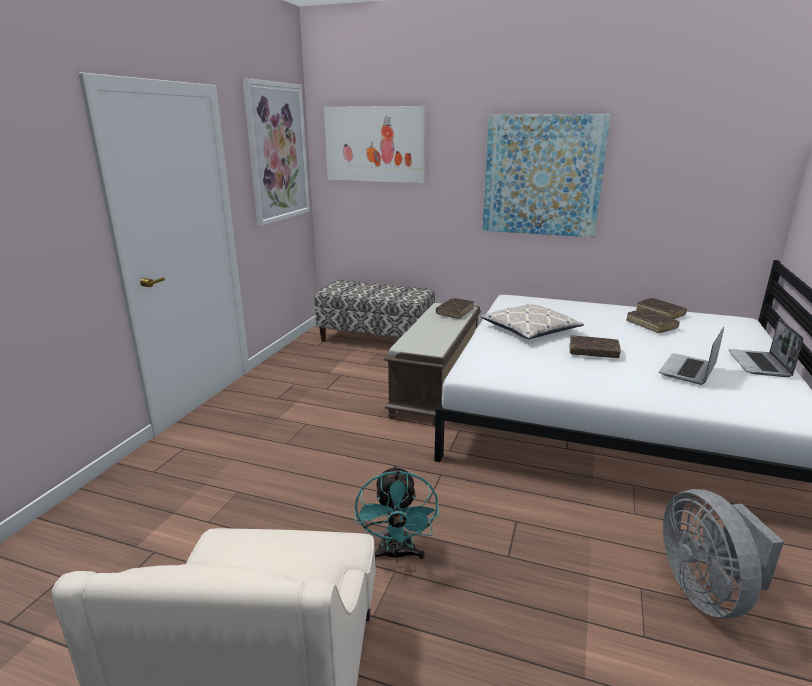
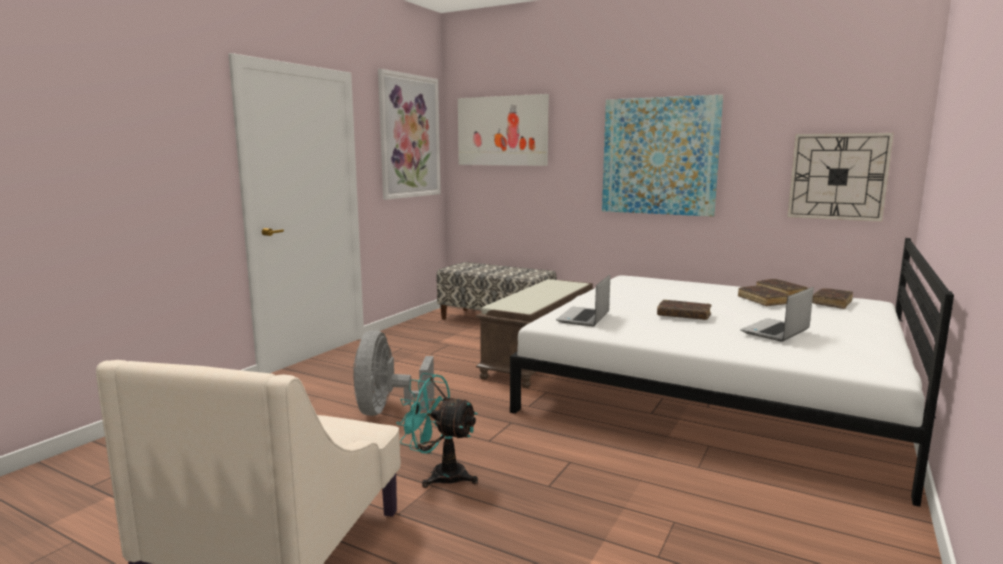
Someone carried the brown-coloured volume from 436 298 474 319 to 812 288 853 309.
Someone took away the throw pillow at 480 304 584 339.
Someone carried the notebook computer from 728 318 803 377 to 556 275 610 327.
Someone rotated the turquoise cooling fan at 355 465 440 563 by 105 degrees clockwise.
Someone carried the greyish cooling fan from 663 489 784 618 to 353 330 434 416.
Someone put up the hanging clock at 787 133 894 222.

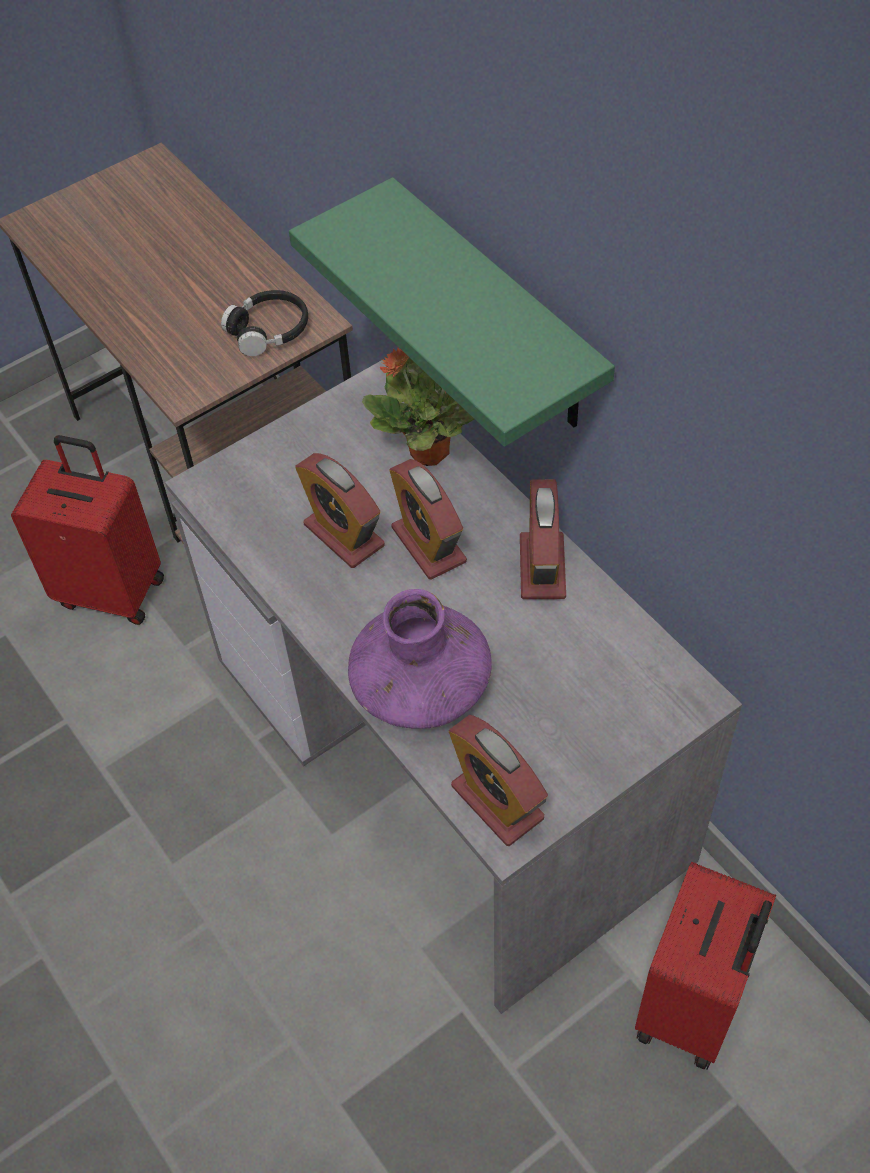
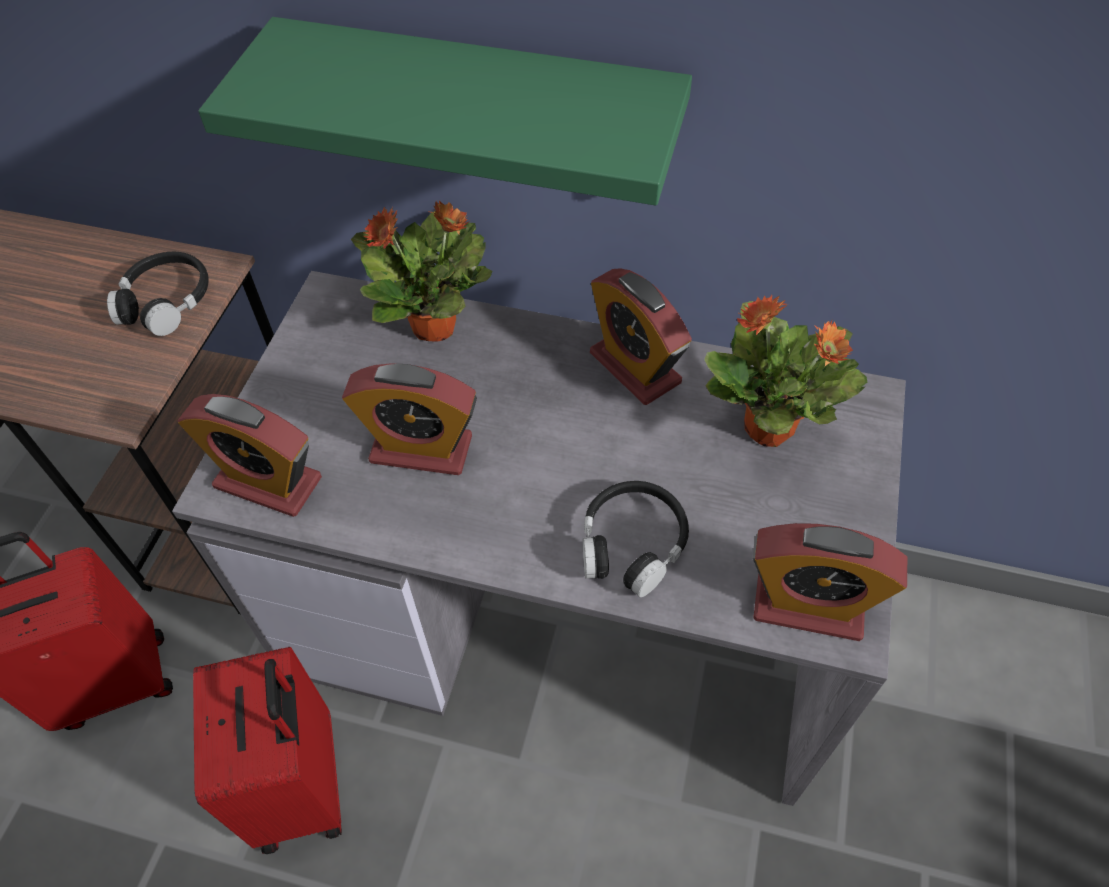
Someone carried the bedside clock from 390 459 467 580 to 178 394 322 517.
Someone swapped the purple-coloured vase at 348 589 492 729 for the black-coloured headset at 583 481 689 597.
Someone carried the red-coloured travel case from 635 862 776 1070 to 193 647 342 854.
Someone put down the potted plant at 704 295 867 447.

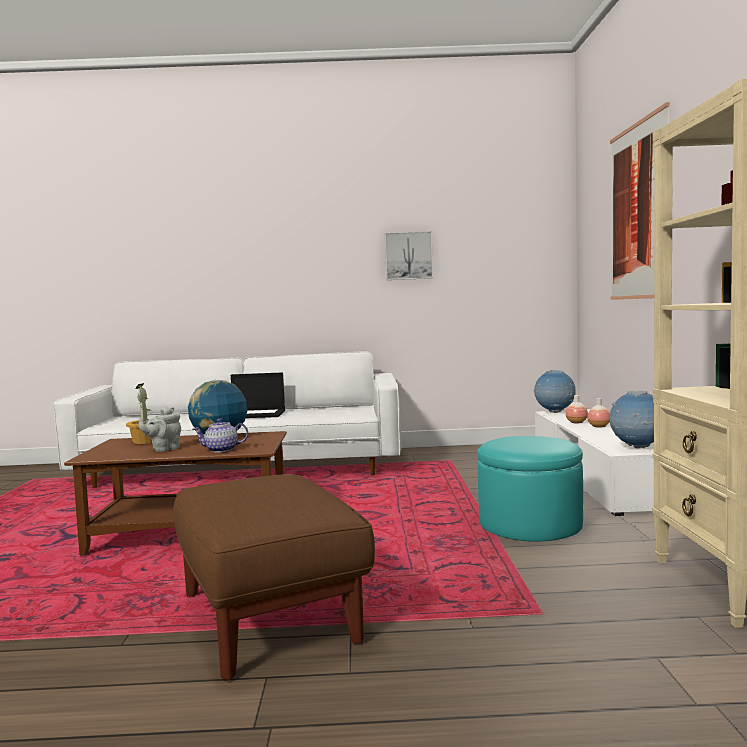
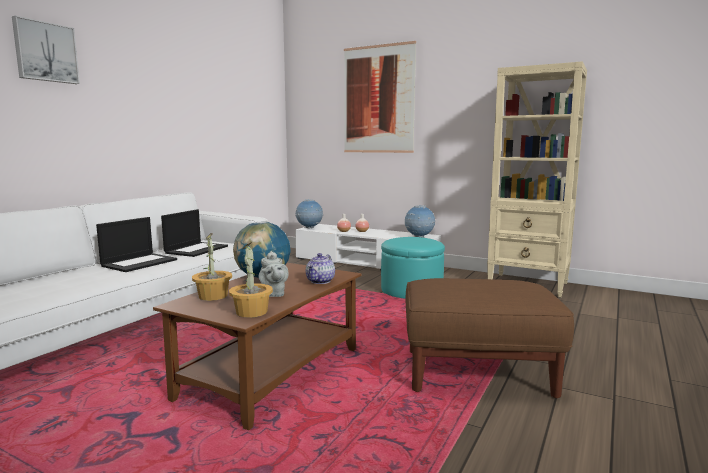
Someone carried the wall art from 385 231 433 280 to 12 16 80 84.
Someone put down the notebook computer at 161 209 228 257.
Someone put down the potted plant at 229 242 273 318.

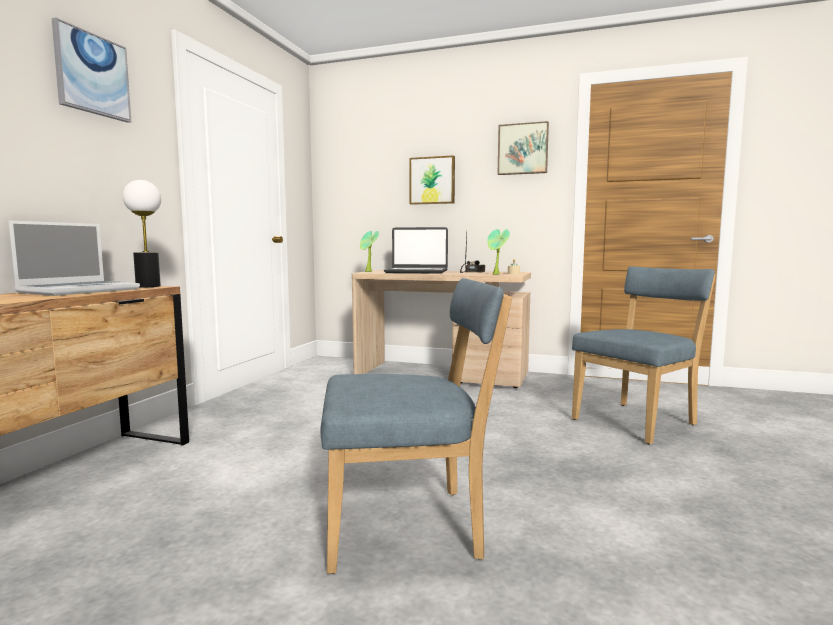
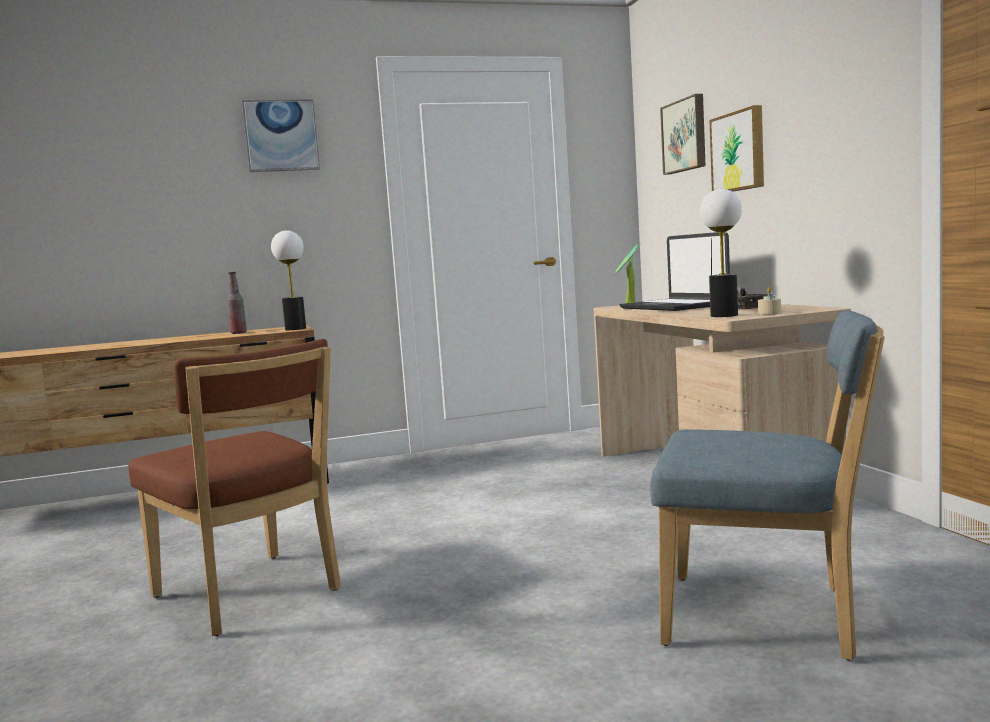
Someone carried the wall art from 498 121 549 175 to 660 94 706 175.
Someone swapped the notebook computer at 8 220 140 296 for the drink bottle at 227 272 247 334.
Someone swapped the potted plant at 488 229 510 275 for the tabletop lamp at 700 189 742 317.
Someone repainted the bluish chair at 320 278 513 574, which became the brown-coloured chair at 128 339 341 636.

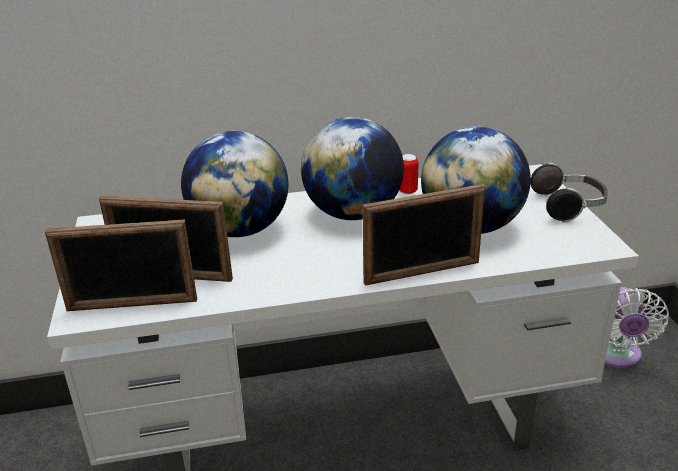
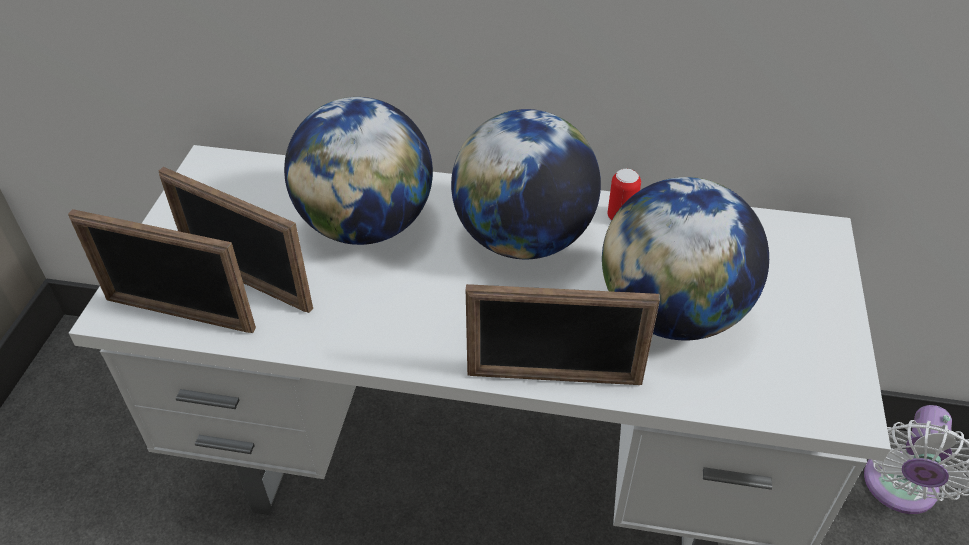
Someone took away the headset at 531 162 608 223.

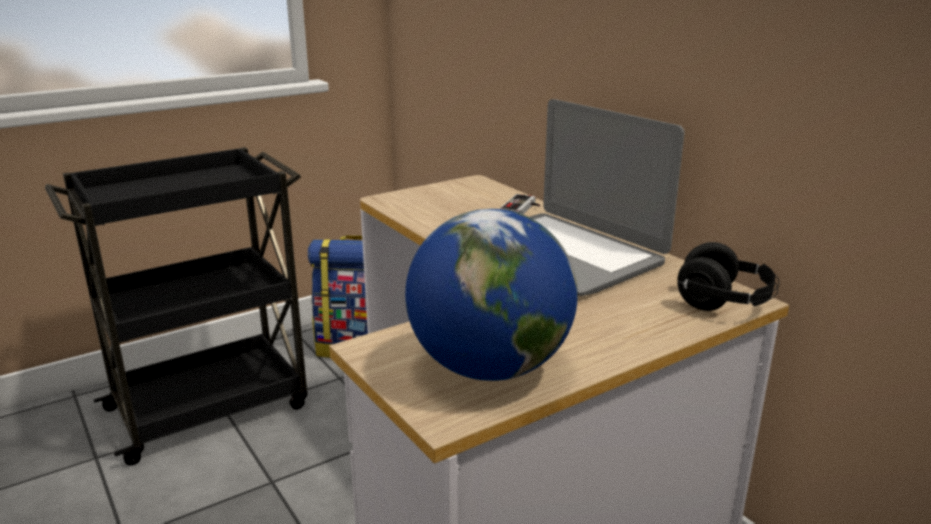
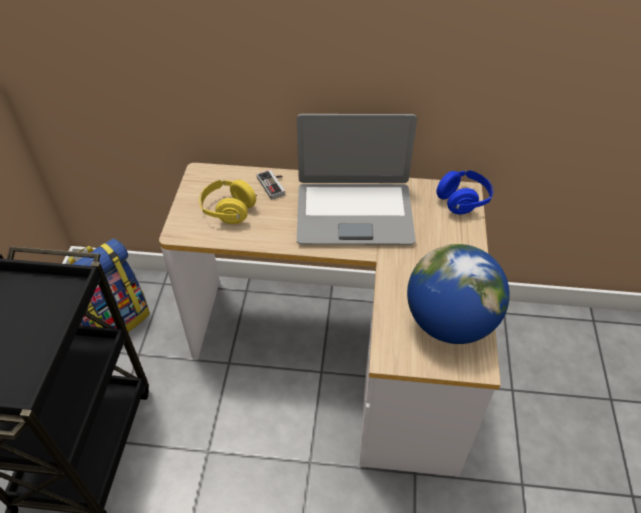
Someone repainted the black-coloured headset at 677 242 780 311, which became the bluish headset at 436 170 493 215.
Someone put down the yellow headset at 199 180 257 224.

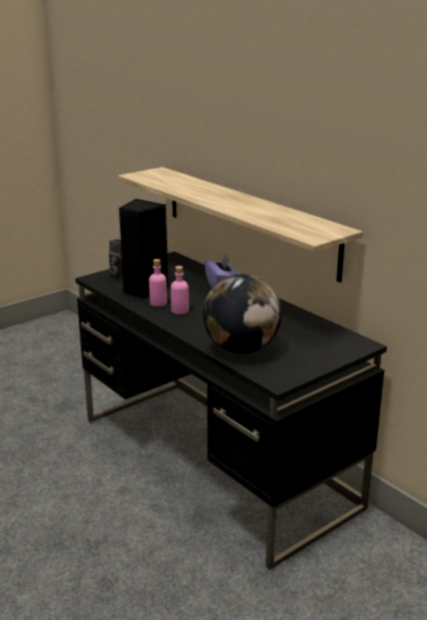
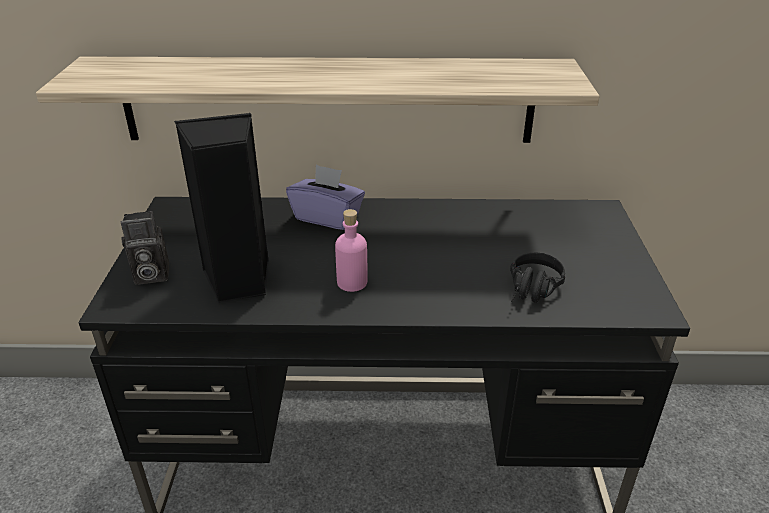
Someone took away the pink drink bottle at 149 259 167 307.
Someone swapped the world globe at 203 274 282 354 for the black-coloured headset at 510 253 565 303.

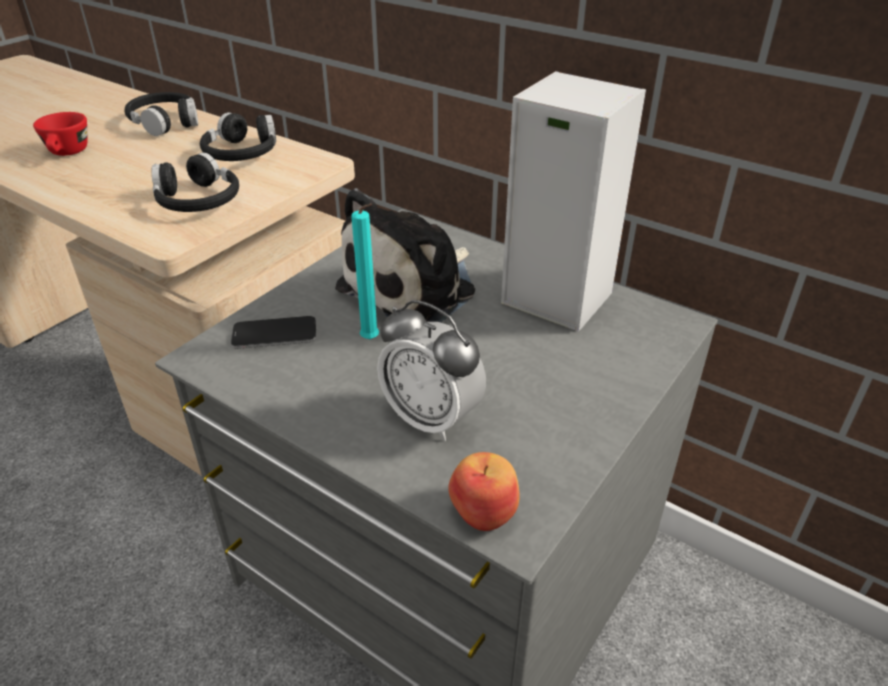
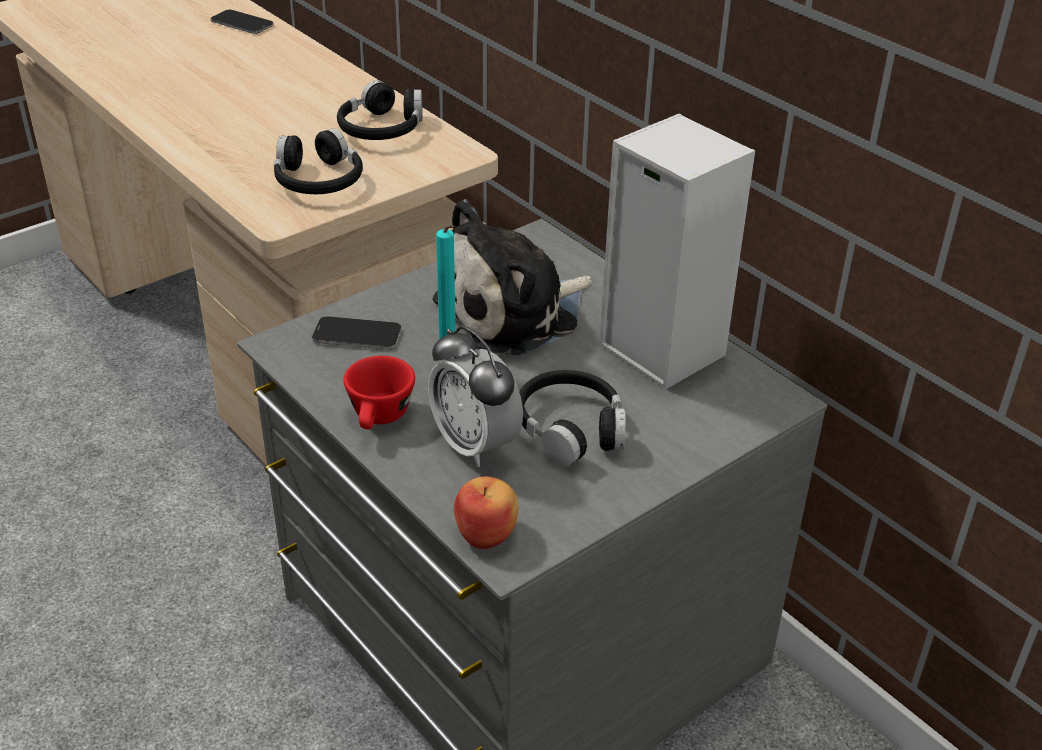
Someone carried the black-coloured headset from 124 92 198 136 to 519 370 626 466.
Someone carried the red-coloured small cup from 33 112 87 156 to 344 356 415 429.
Someone put down the telephone at 211 10 274 34.

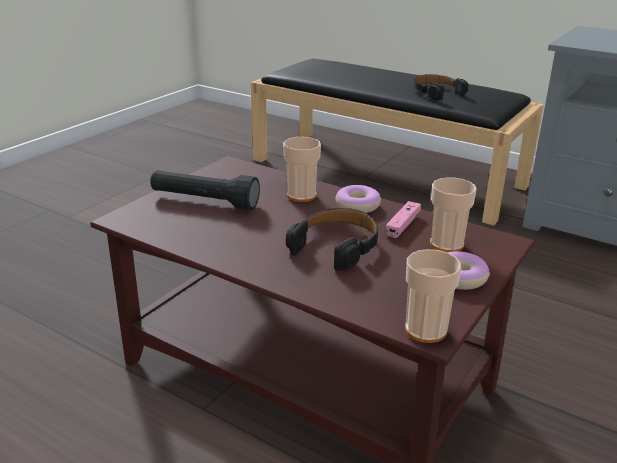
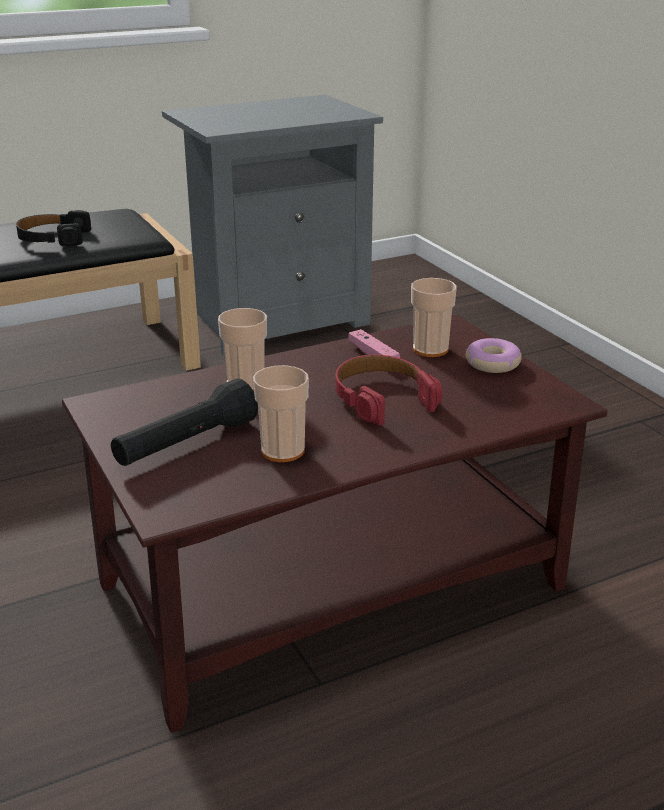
Someone took away the ring doughnut at 335 185 381 213.
Someone repainted the black-coloured headset at 286 208 378 271, which became the red-coloured headset at 335 355 442 426.
Someone carried the small cup from 405 249 461 343 to 253 365 309 462.

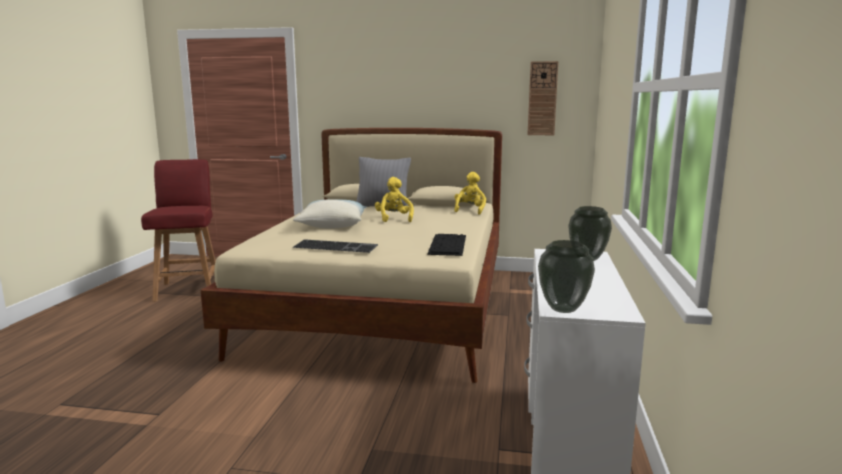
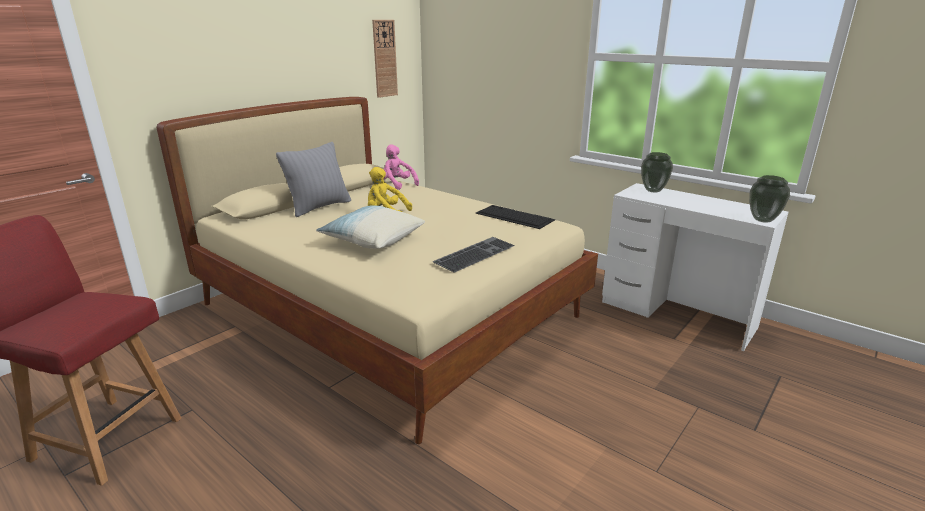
Someone repainted the yellow soft toy at 454 172 486 215, which became the pink soft toy at 384 144 419 190.

